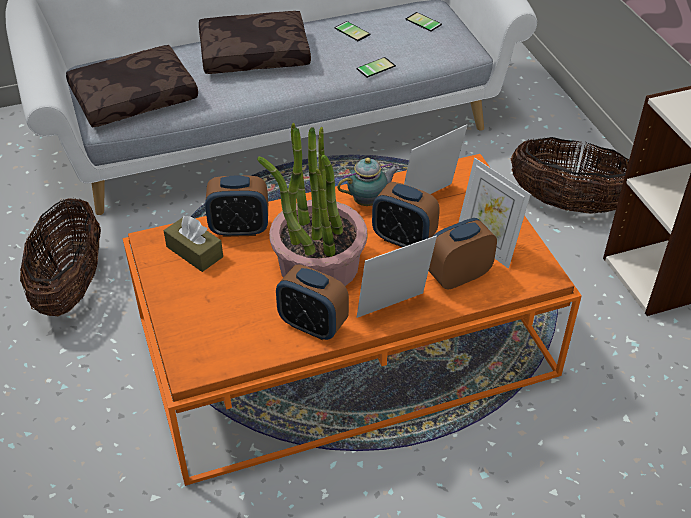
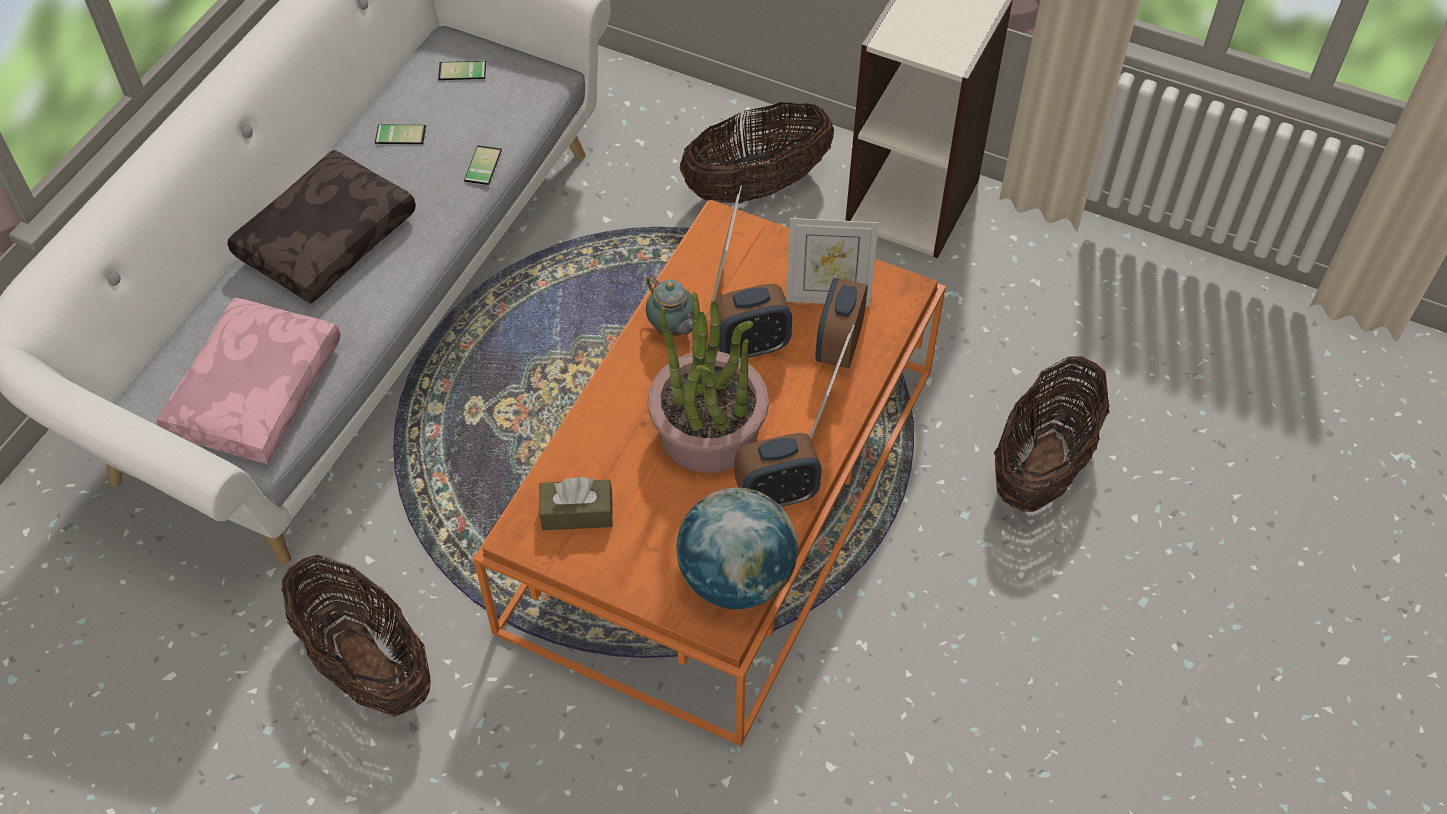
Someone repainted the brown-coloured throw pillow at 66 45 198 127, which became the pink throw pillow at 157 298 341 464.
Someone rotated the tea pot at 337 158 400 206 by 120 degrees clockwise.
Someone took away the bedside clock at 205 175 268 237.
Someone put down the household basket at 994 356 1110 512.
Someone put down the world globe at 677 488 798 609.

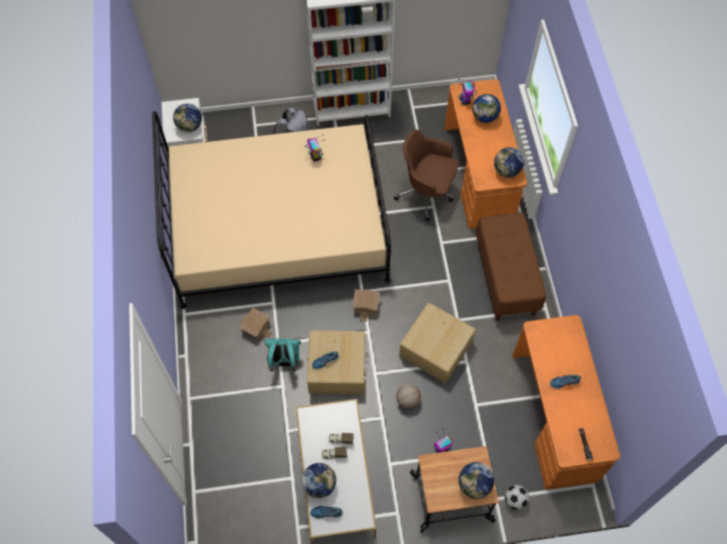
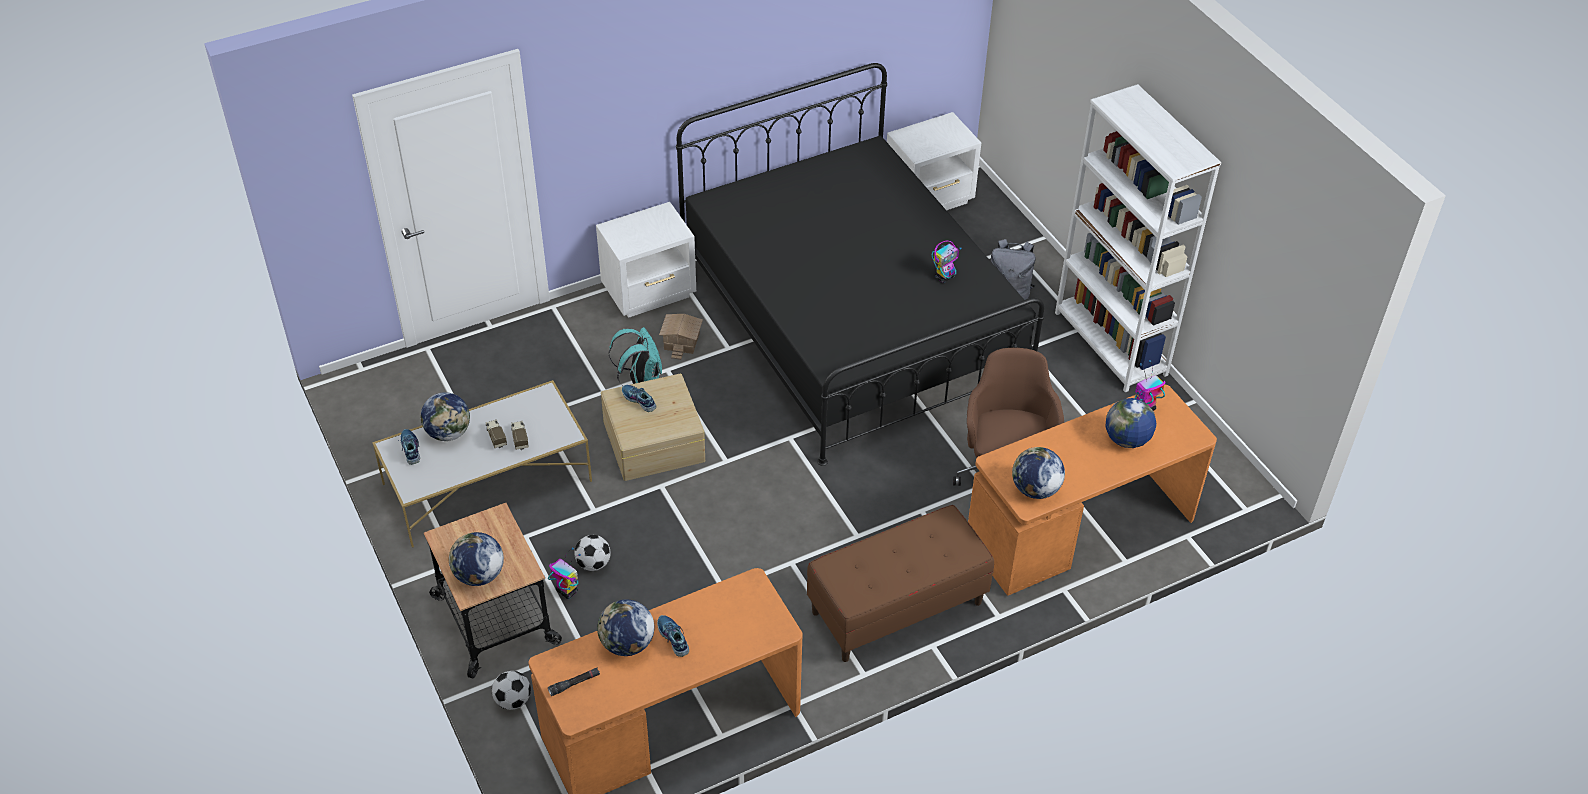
Someone carried the world globe from 173 103 202 132 to 597 599 654 656.
Someone repainted the sand-coloured bed at 152 111 391 309, which became the black-coloured bed at 676 63 1044 466.
Someone took away the miniature house at 352 289 380 322.
Someone took away the sand-coloured storage container at 399 303 476 383.
Someone took away the basketball ball at 396 384 421 409.
Someone put down the white-coloured night table at 596 202 696 318.
Someone put down the ball for football at 574 535 611 571.

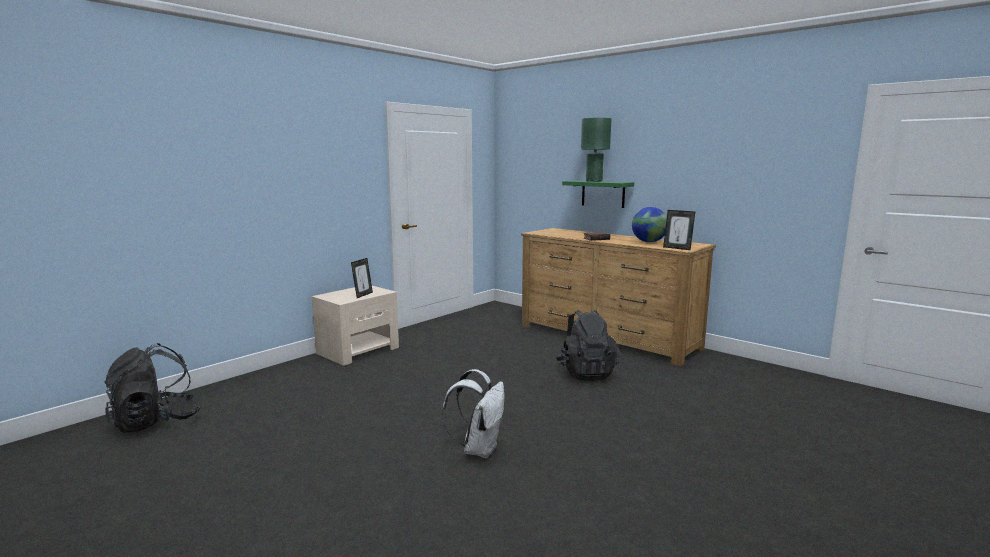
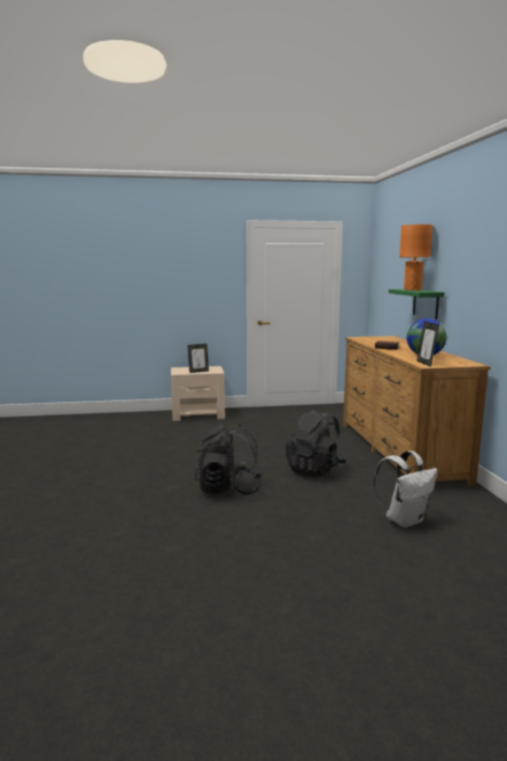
Someone repainted the green tabletop lamp at 581 118 612 182, which became the orangey tabletop lamp at 400 224 433 291.
Someone carried the black-coloured rucksack from 105 343 200 433 to 195 425 262 495.
Someone carried the white-coloured rucksack from 442 369 504 458 to 374 451 438 528.

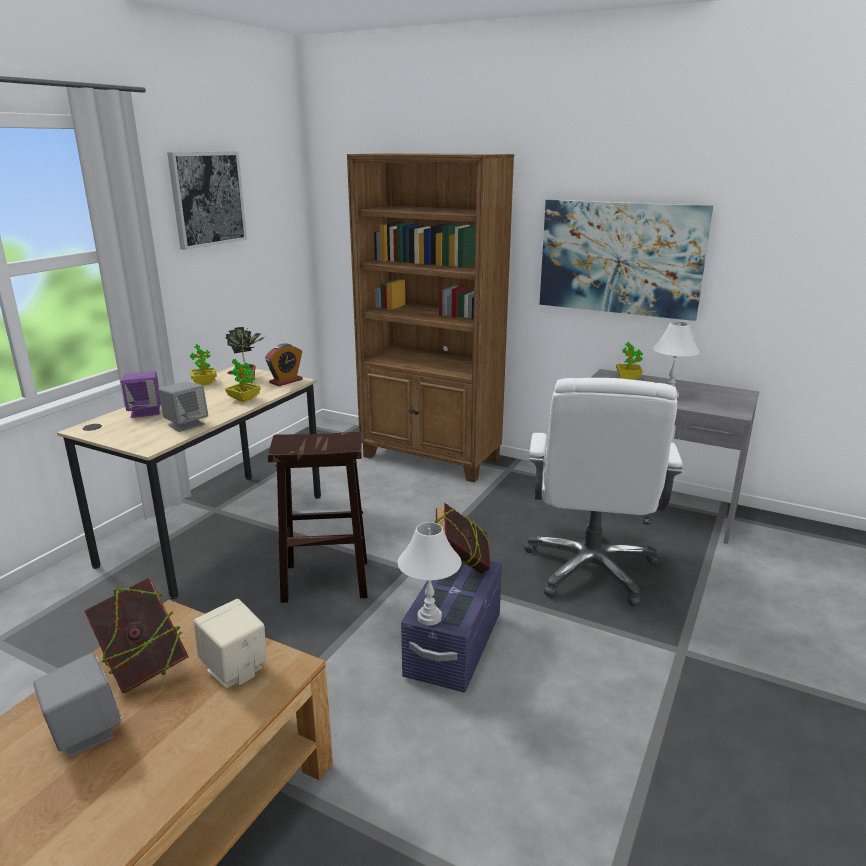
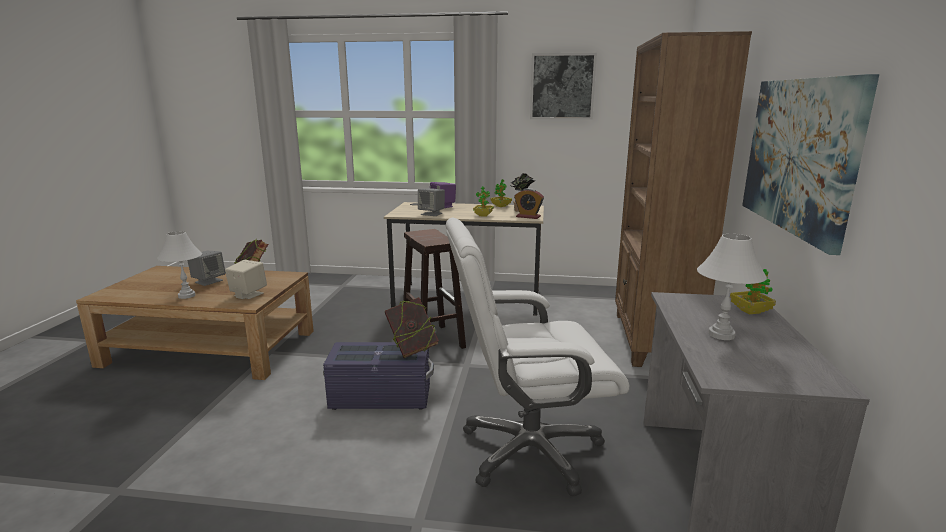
Someone carried the white-coloured tabletop lamp from 398 522 461 625 to 157 231 202 299.

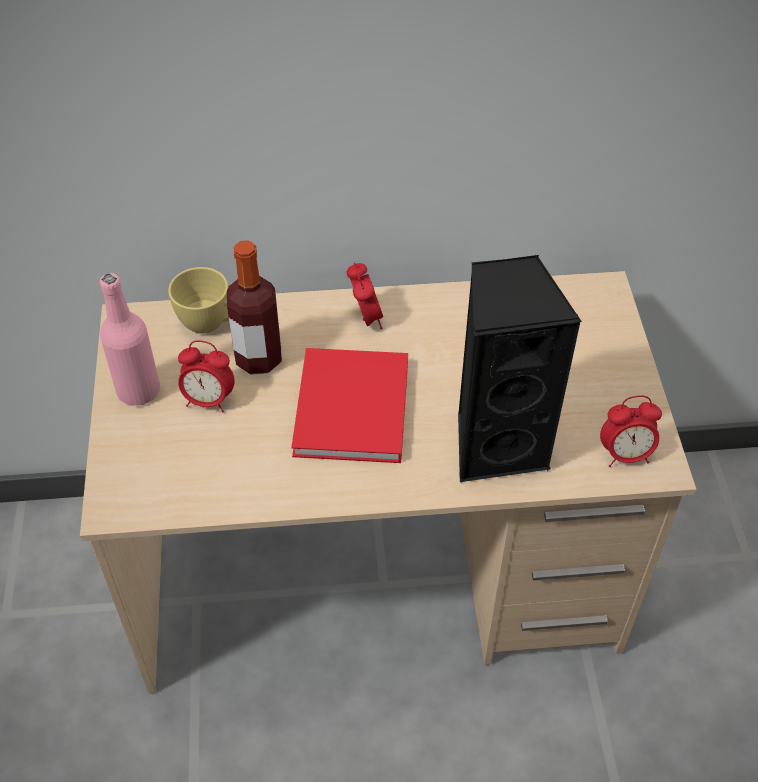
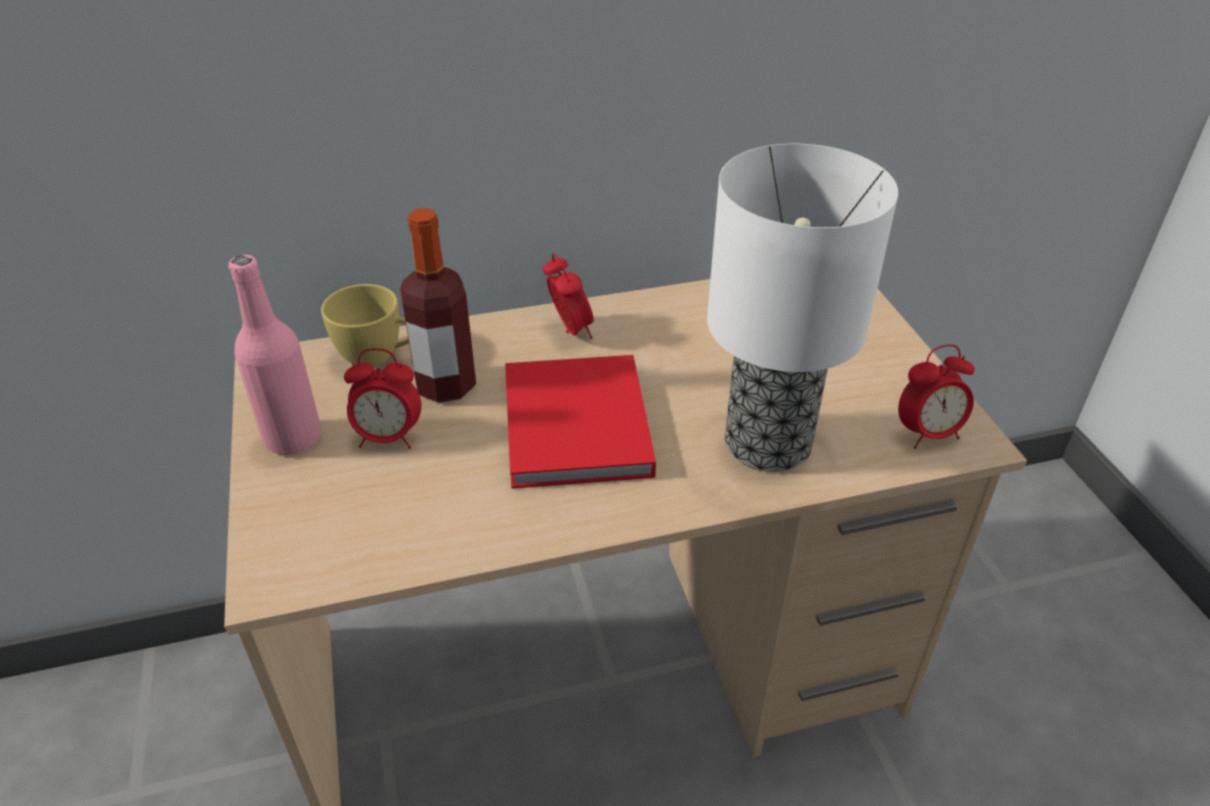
Someone swapped the black-coloured audio speaker at 458 255 582 482 for the tabletop lamp at 707 144 898 472.

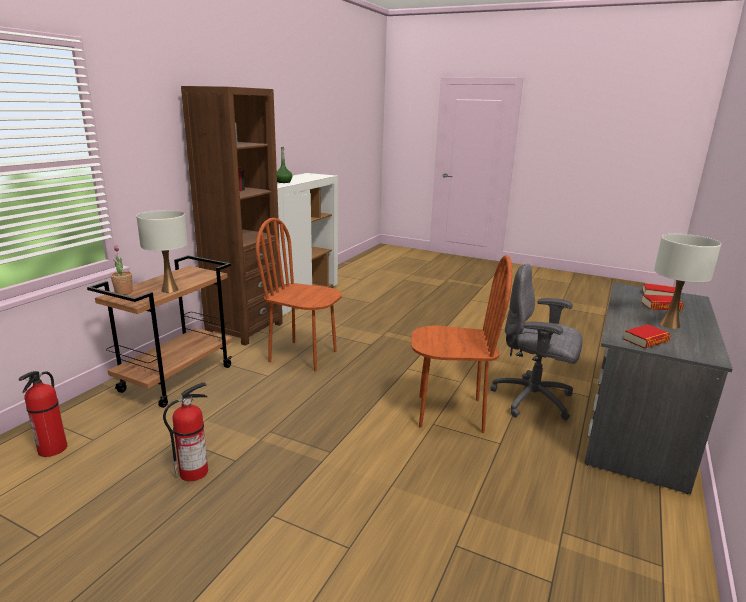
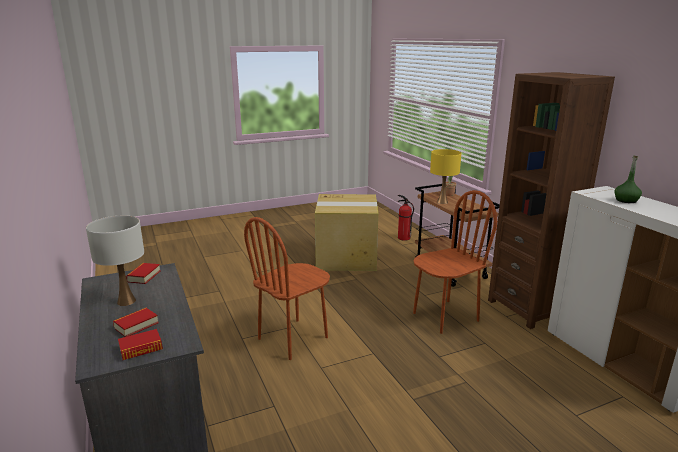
Someone repainted the white-coloured tabletop lamp at 136 210 188 293, which became the yellow tabletop lamp at 430 149 461 204.
Someone took away the greyish desk chair at 490 264 583 420.
Someone swapped the fire-fighting cylinder at 163 382 208 481 for the carton at 315 194 378 271.

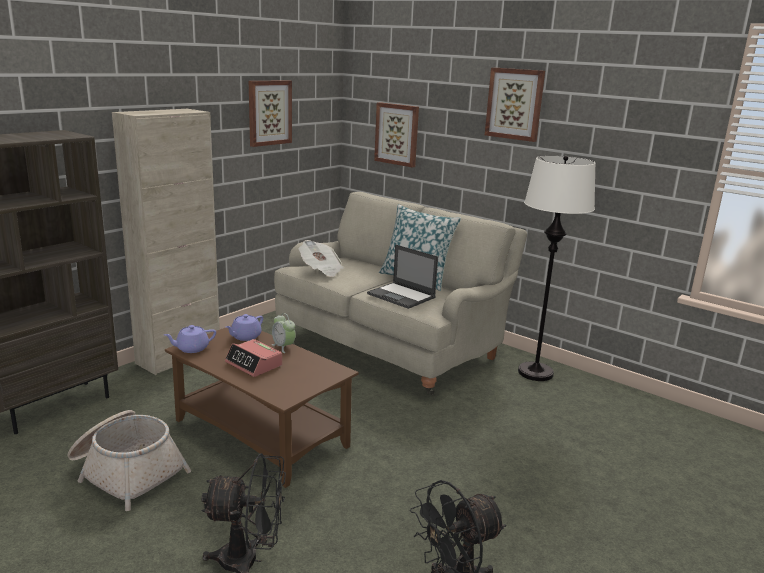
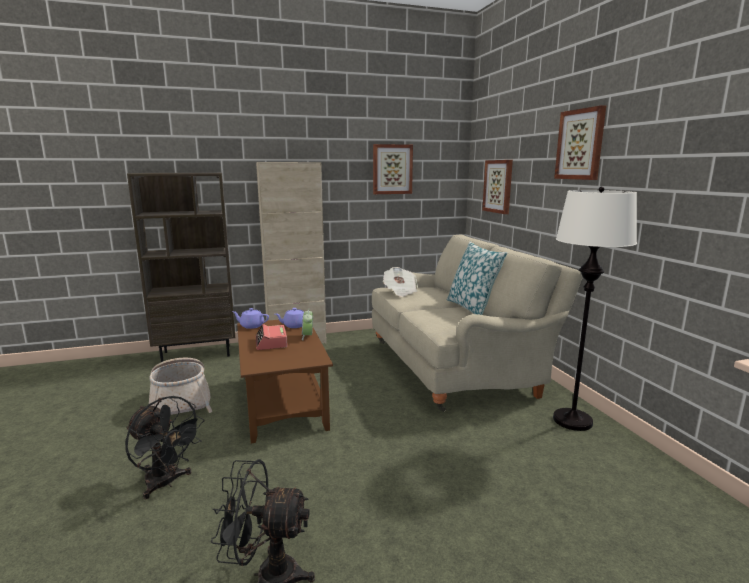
Someone took away the notebook computer at 367 244 438 309.

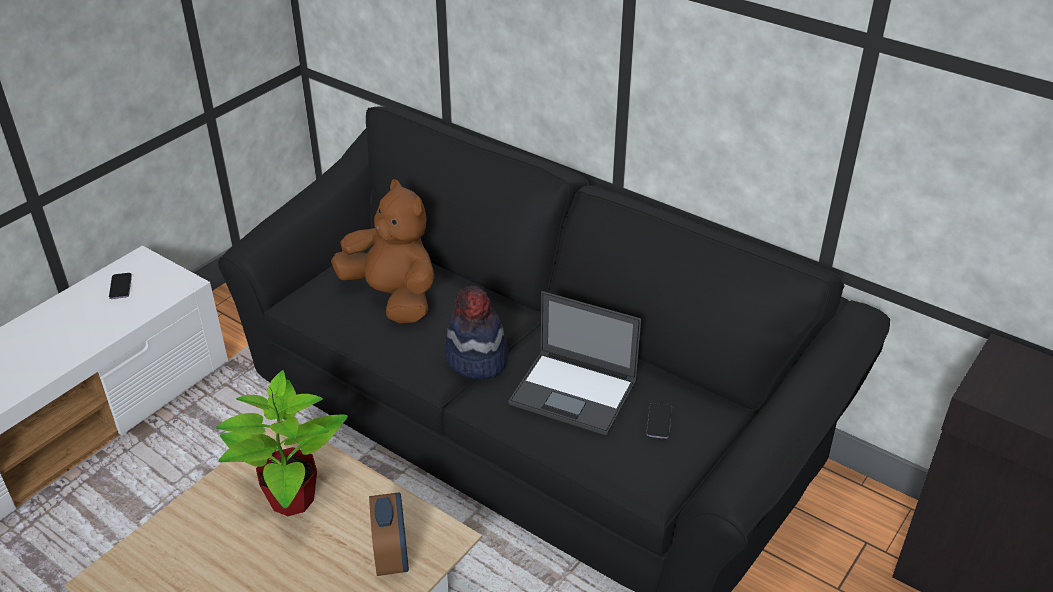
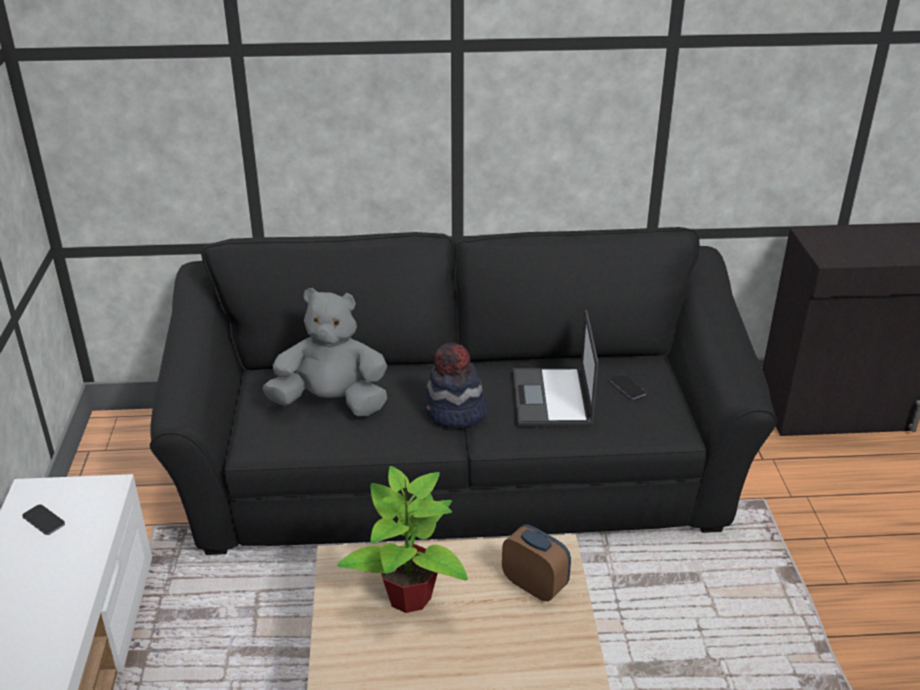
Someone repainted the brown-coloured soft toy at 331 179 435 323, which became the greyish soft toy at 262 288 387 416.
Someone rotated the notebook computer at 508 291 641 436 by 105 degrees clockwise.

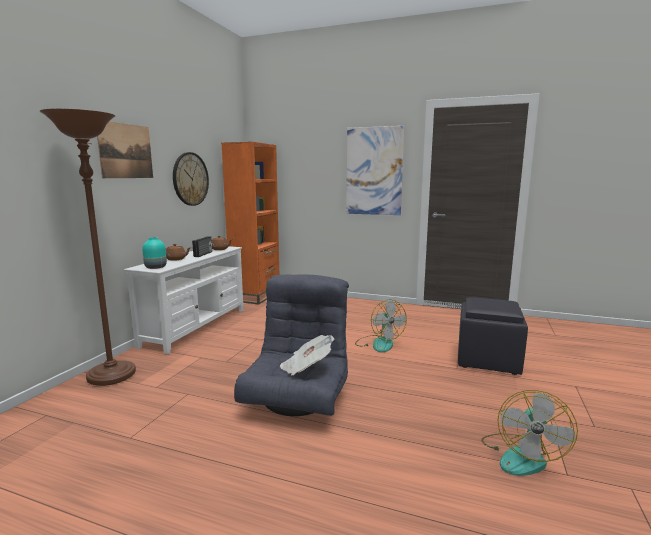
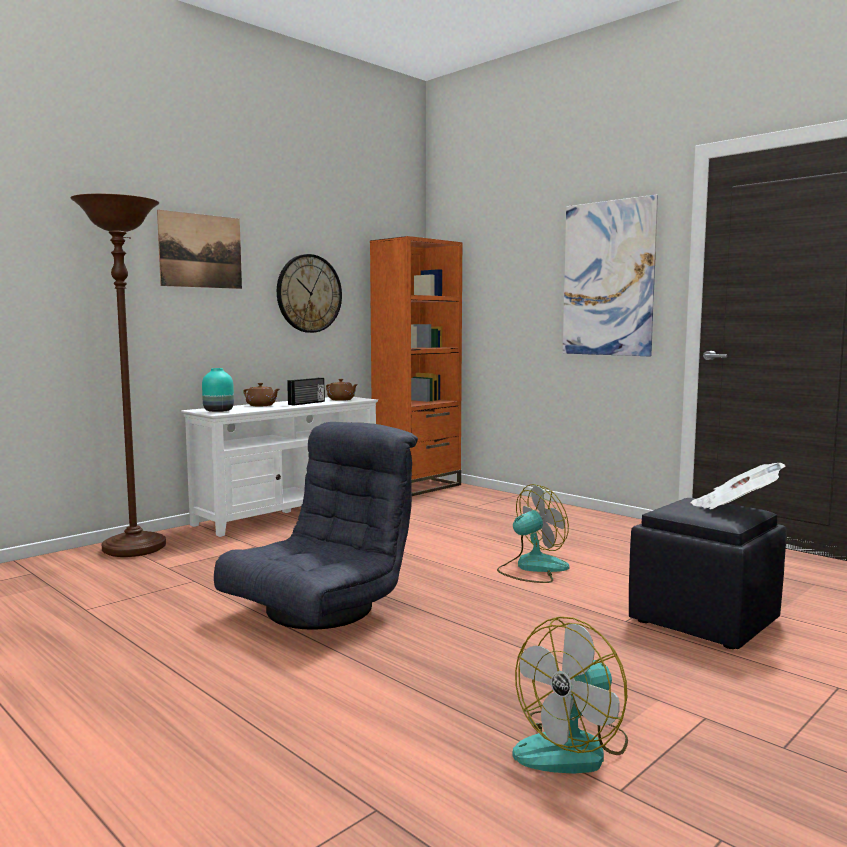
Someone rotated the cooling fan at 355 299 407 352 by 120 degrees counterclockwise.
Someone carried the newspaper from 280 335 334 376 to 691 463 786 509.

